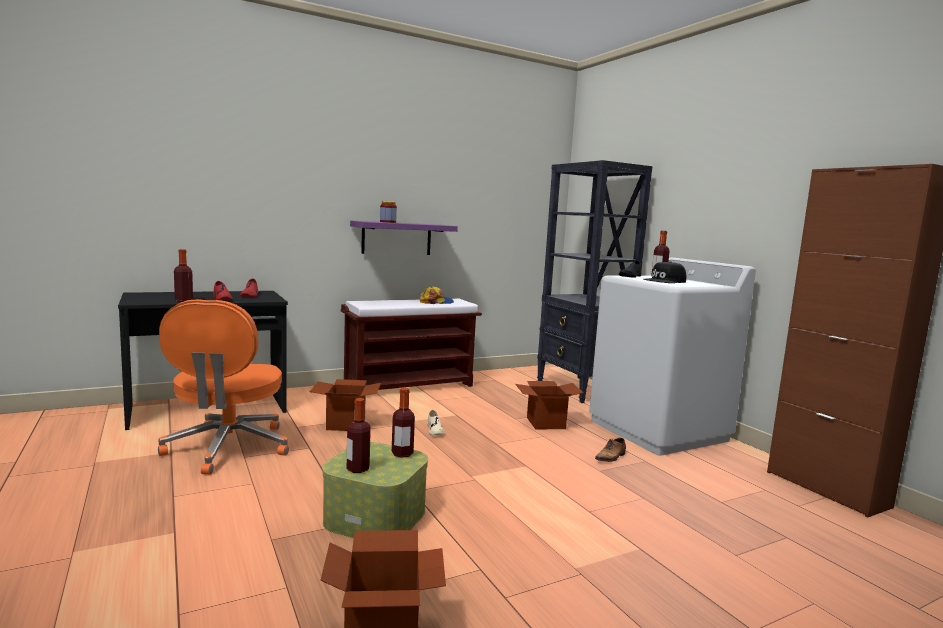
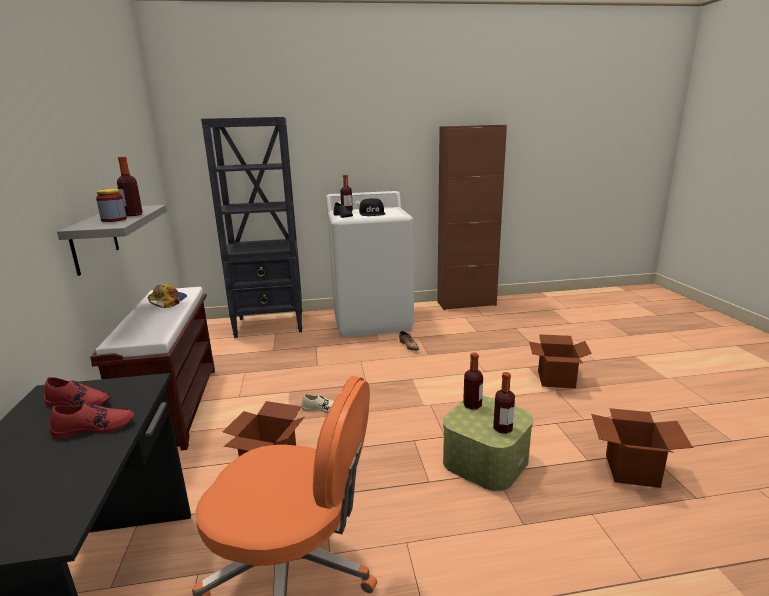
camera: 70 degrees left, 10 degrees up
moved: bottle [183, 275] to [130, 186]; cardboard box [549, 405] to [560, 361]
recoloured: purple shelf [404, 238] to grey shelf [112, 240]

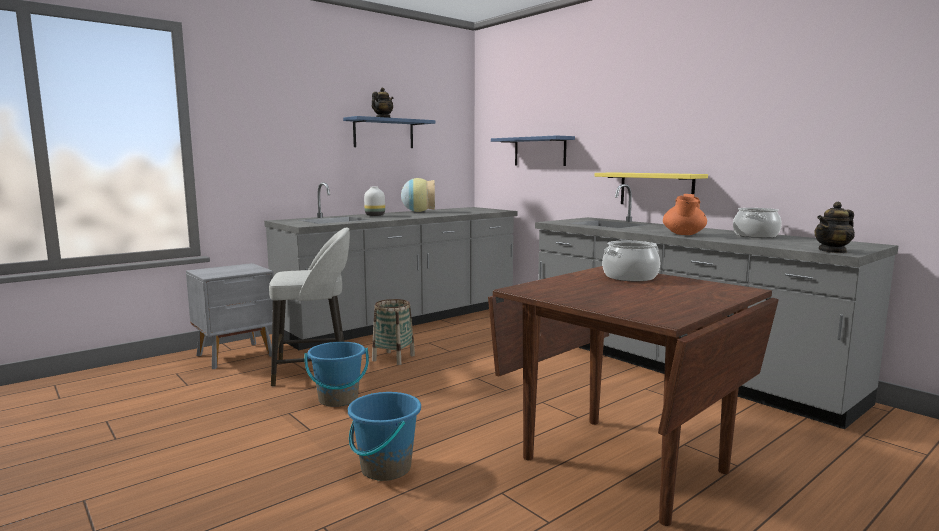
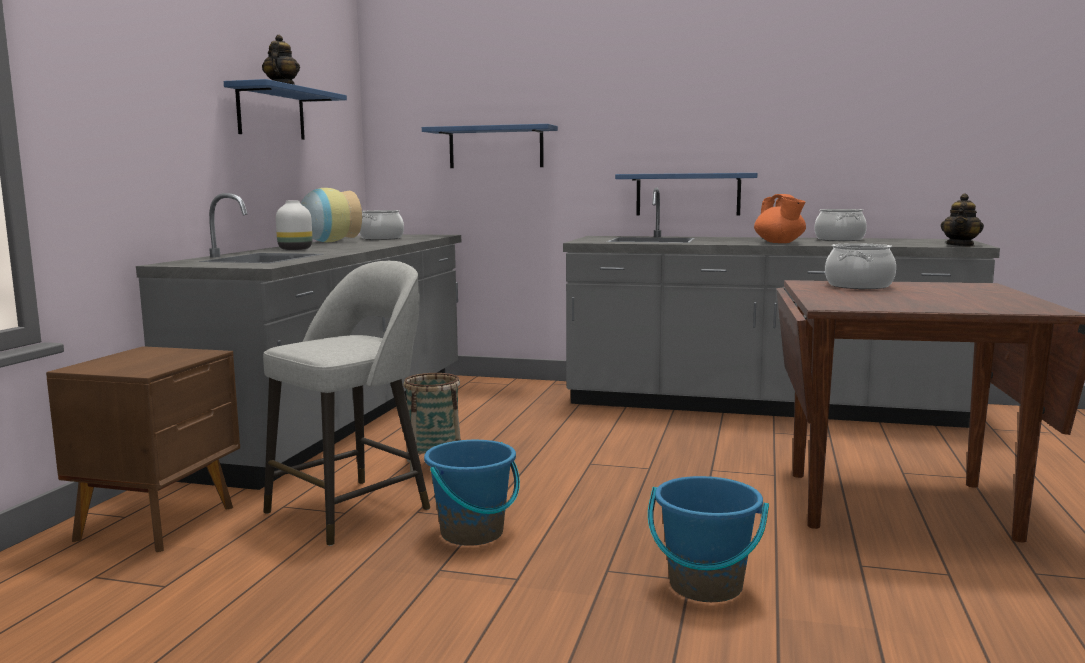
camera: 35 degrees left, 0 degrees up
added: cooking pot [381, 225]
recoloured: grey nightstand [230, 316] to brown nightstand [143, 449]; yellow shelf [651, 188] to blue shelf [686, 194]

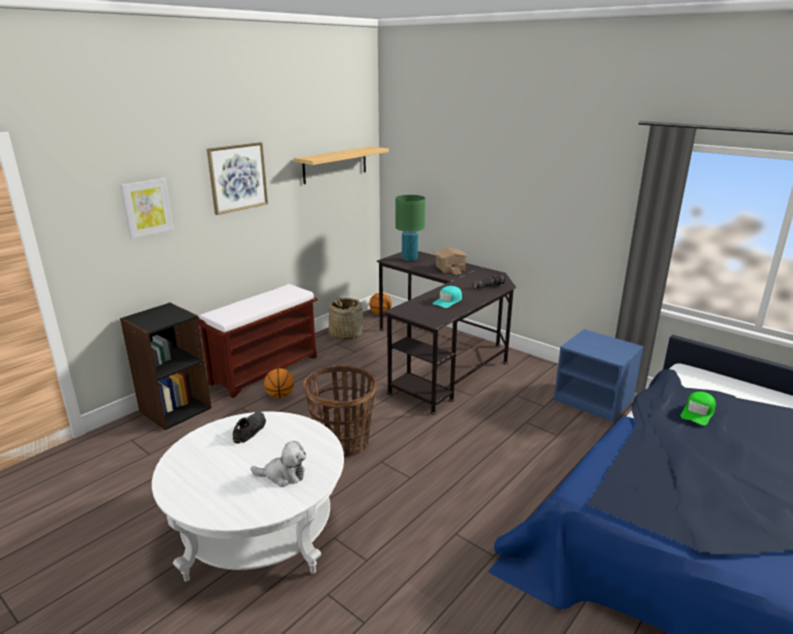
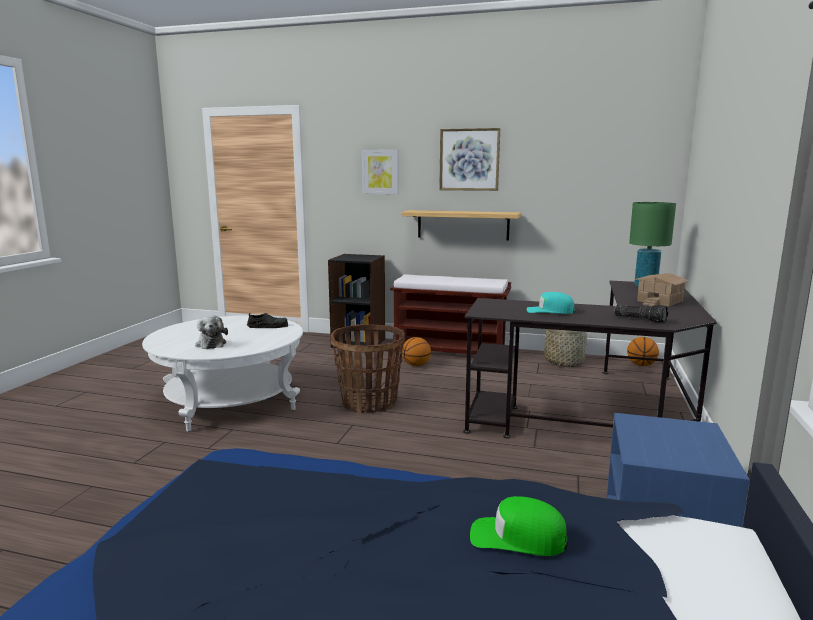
camera: 65 degrees right, 10 degrees down
moved: shelf [341, 165] to [461, 225]

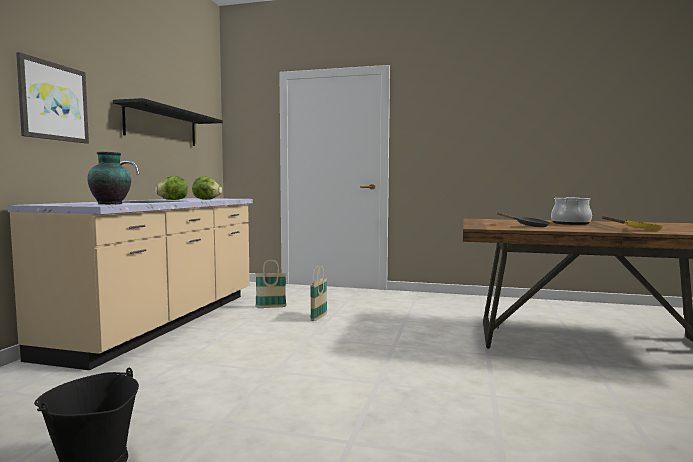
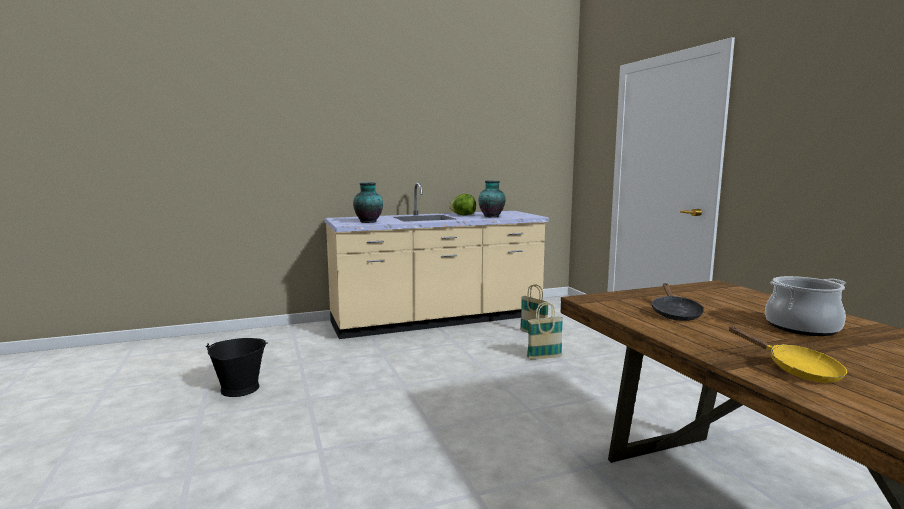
camera: 55 degrees right, 5 degrees up
removed: picture [52, 98]; black shelf [168, 122]
replaced: lettuce [207, 188] to vase [492, 199]

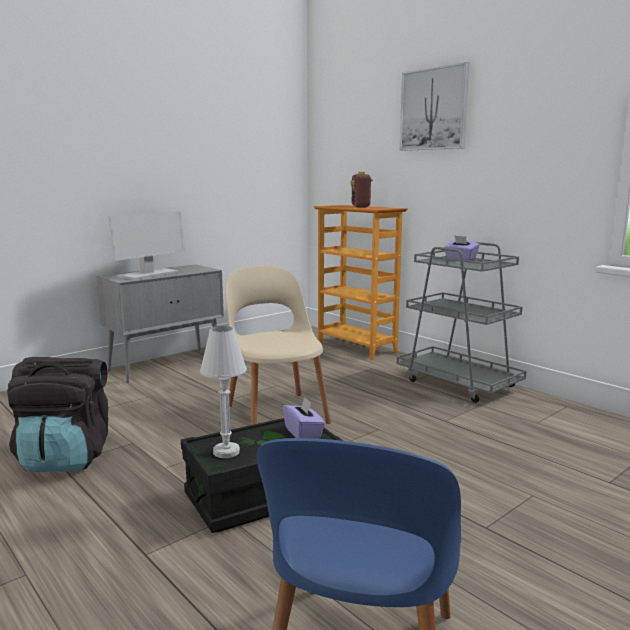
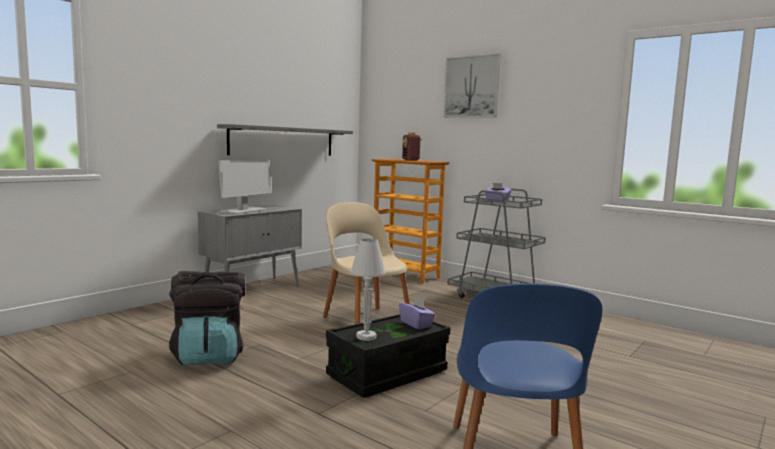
camera: 10 degrees left, 5 degrees down
added: grey shelf [285, 140]

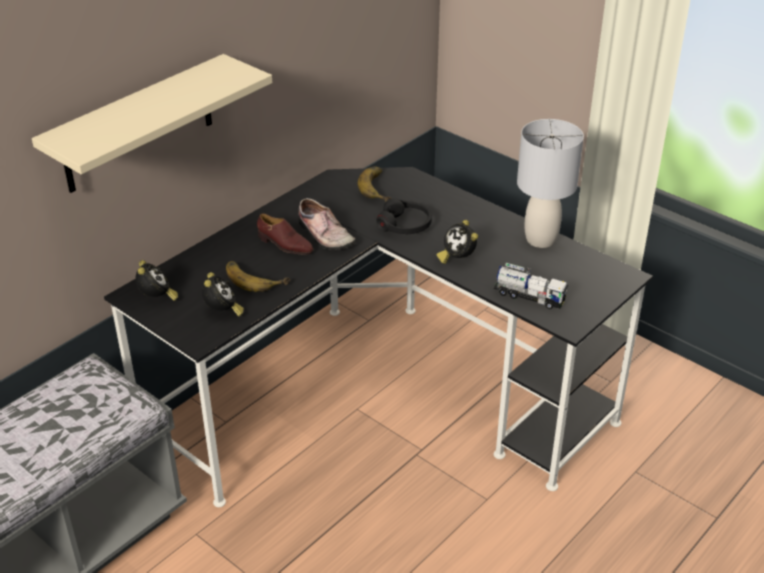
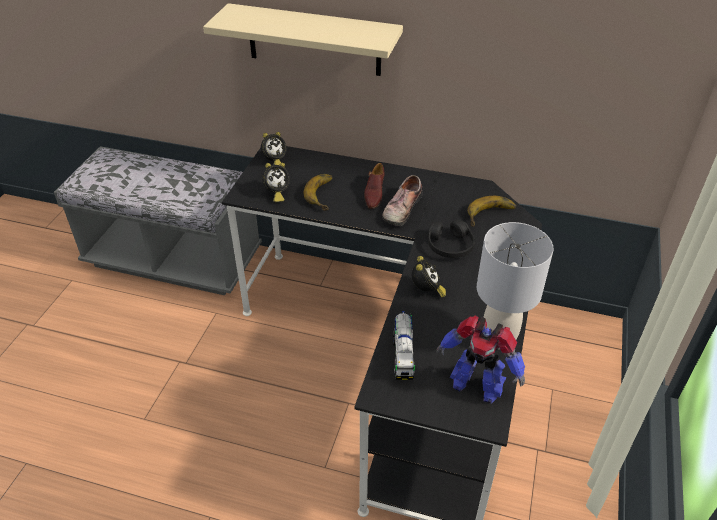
camera: 65 degrees right, 5 degrees up
added: toy robot [480, 359]
turned: alarm clock [457, 242] = [429, 277] 150 degrees clockwise

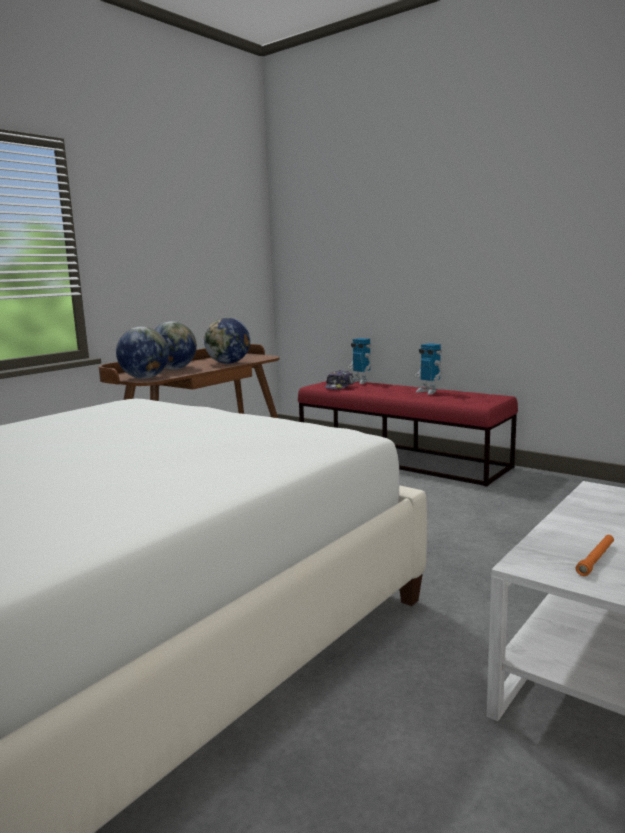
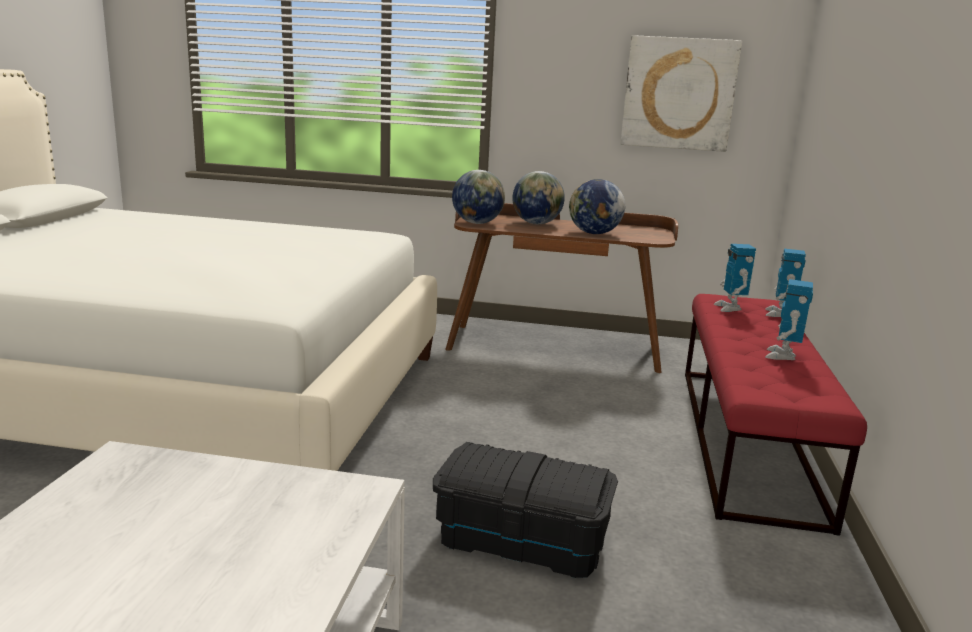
camera: 60 degrees right, 5 degrees up
removed: orange flashlight [595, 555]
added: black storage box [525, 510]; picture [681, 93]
replaced: cap [339, 379] to toy robot [734, 278]

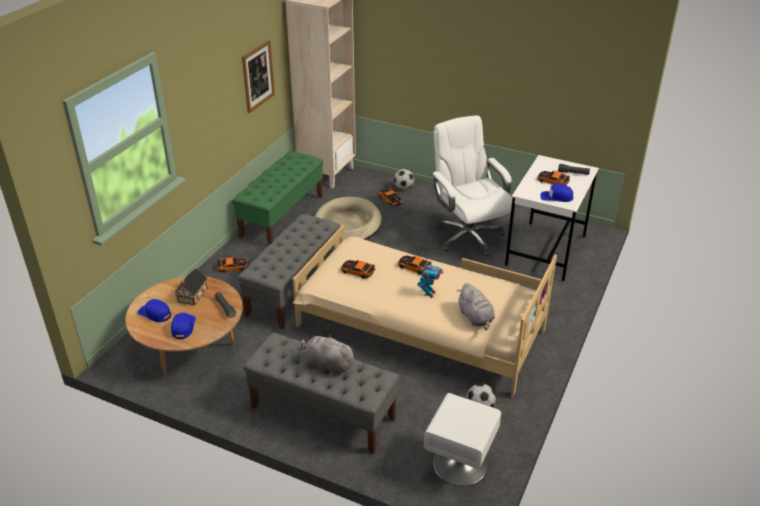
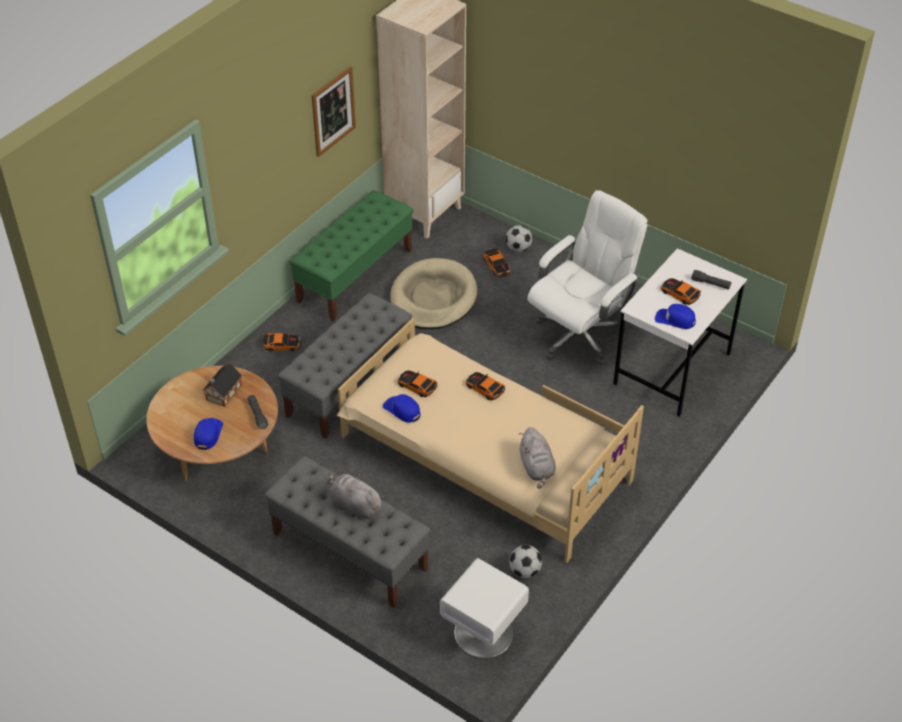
camera: 10 degrees right, 10 degrees up
removed: toy robot [430, 278]
moved: blue cap [154, 310] to [401, 408]
turned: white office chair [472, 185] = [587, 277] 60 degrees clockwise

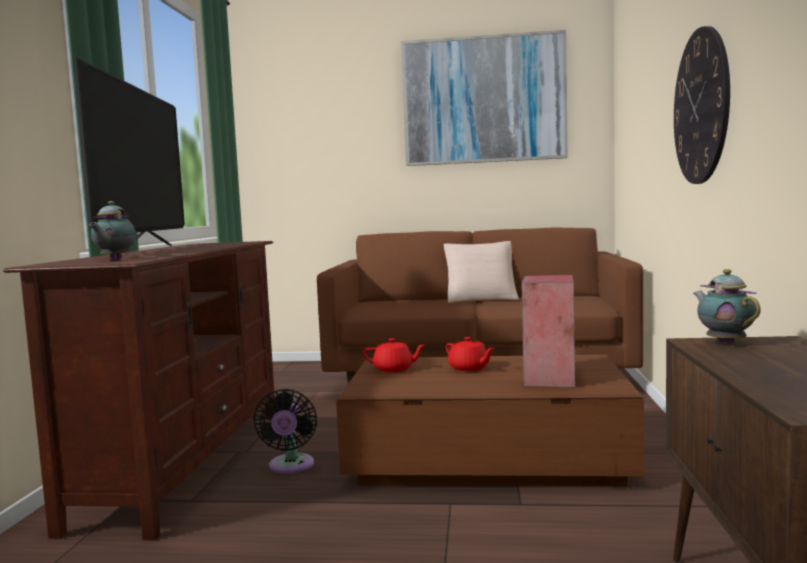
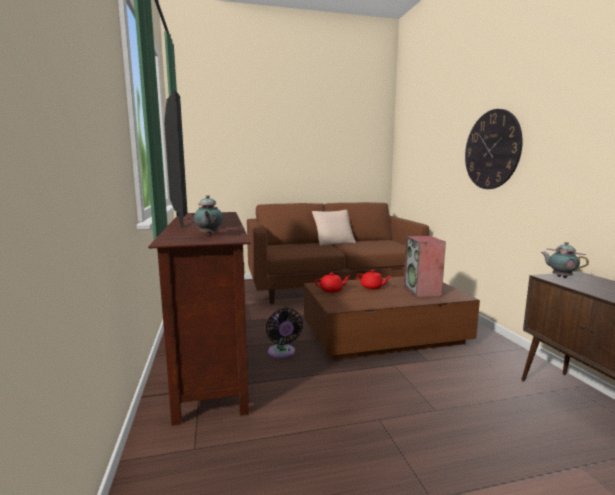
camera: 20 degrees left, 5 degrees up
removed: picture [484, 98]

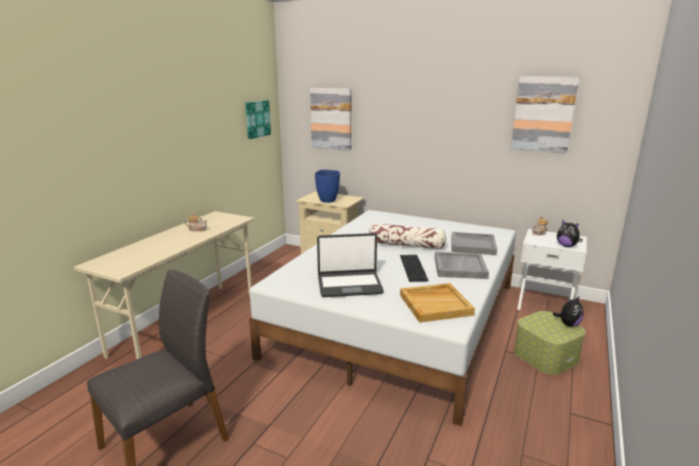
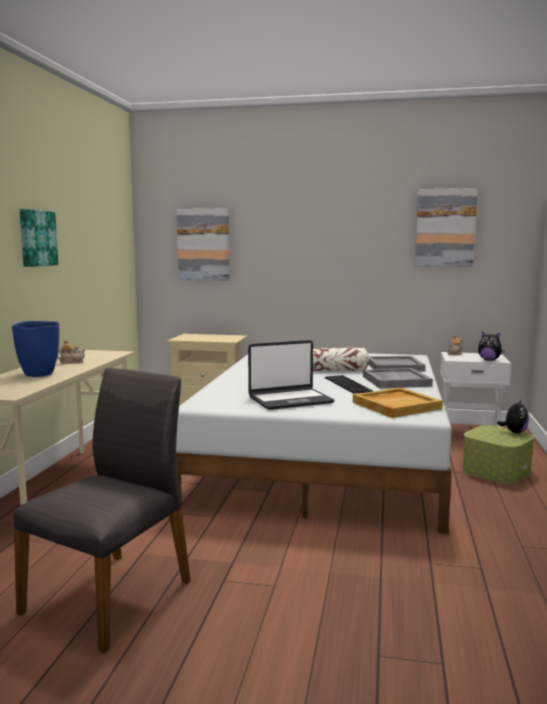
camera: 15 degrees left, 10 degrees down
moved: picture [258, 119] to [39, 238]; blue vase [327, 186] to [35, 349]

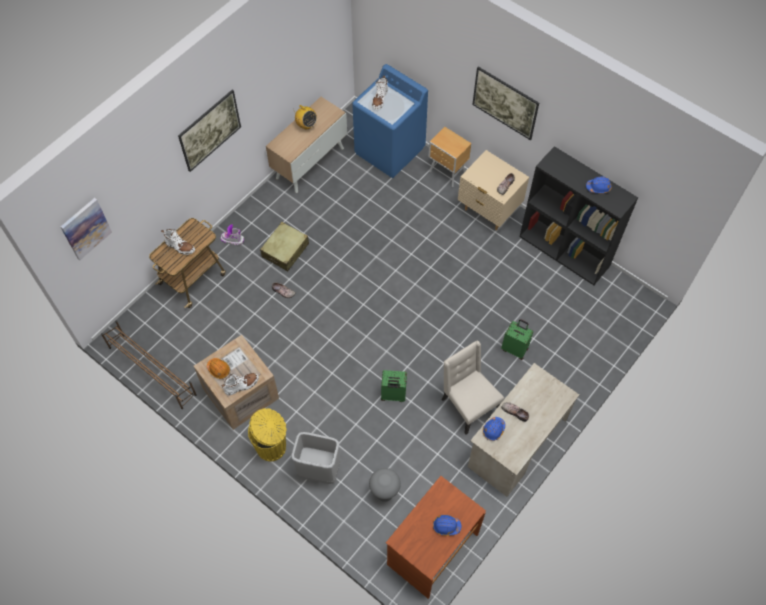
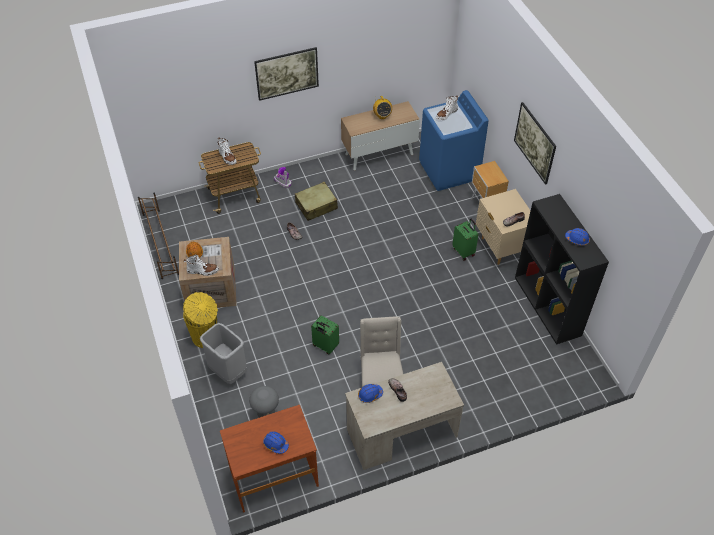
camera: 30 degrees right, 10 degrees down
removed: picture [86, 229]
moved: green suitcase [517, 339] to [465, 240]

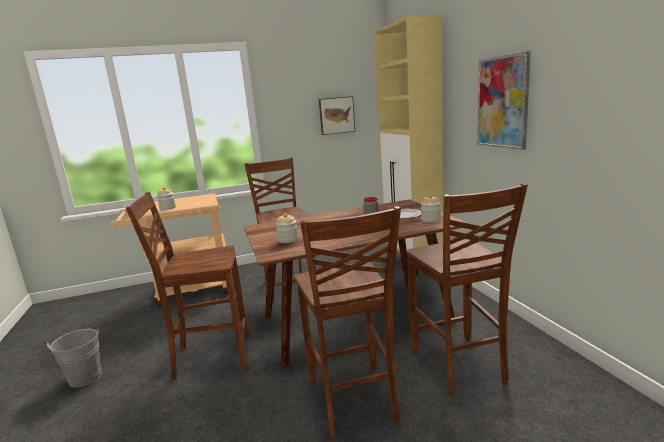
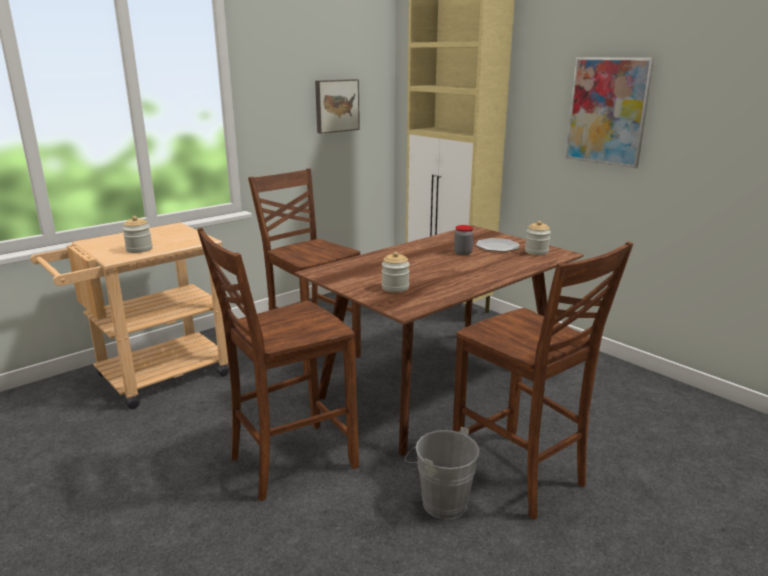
camera: 25 degrees left, 5 degrees up
removed: brown chair [467, 289]
moved: grey bucket [74, 358] to [442, 473]

